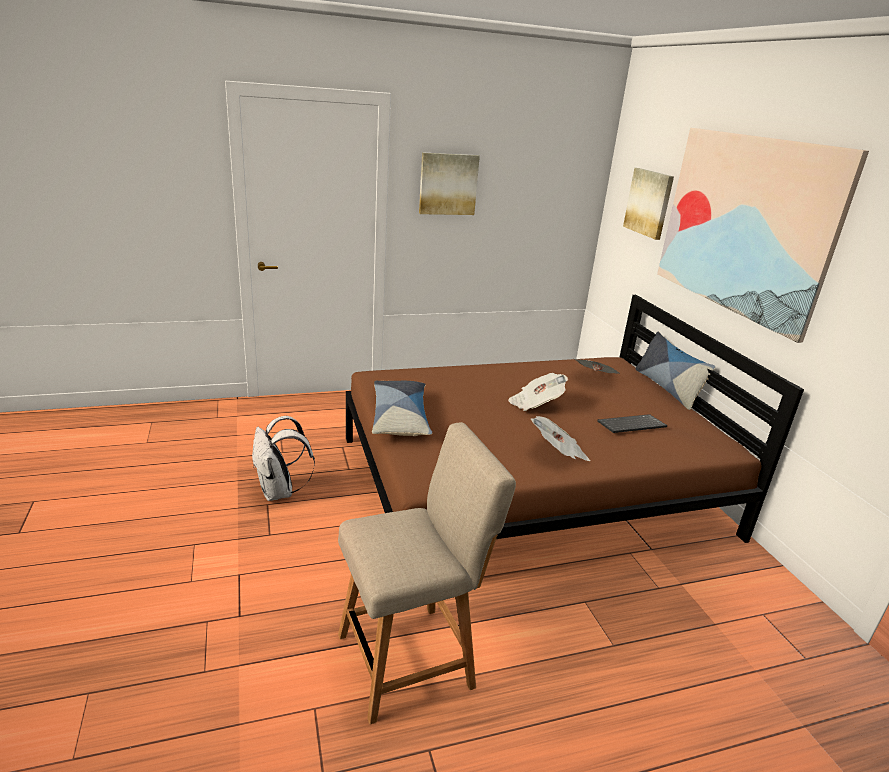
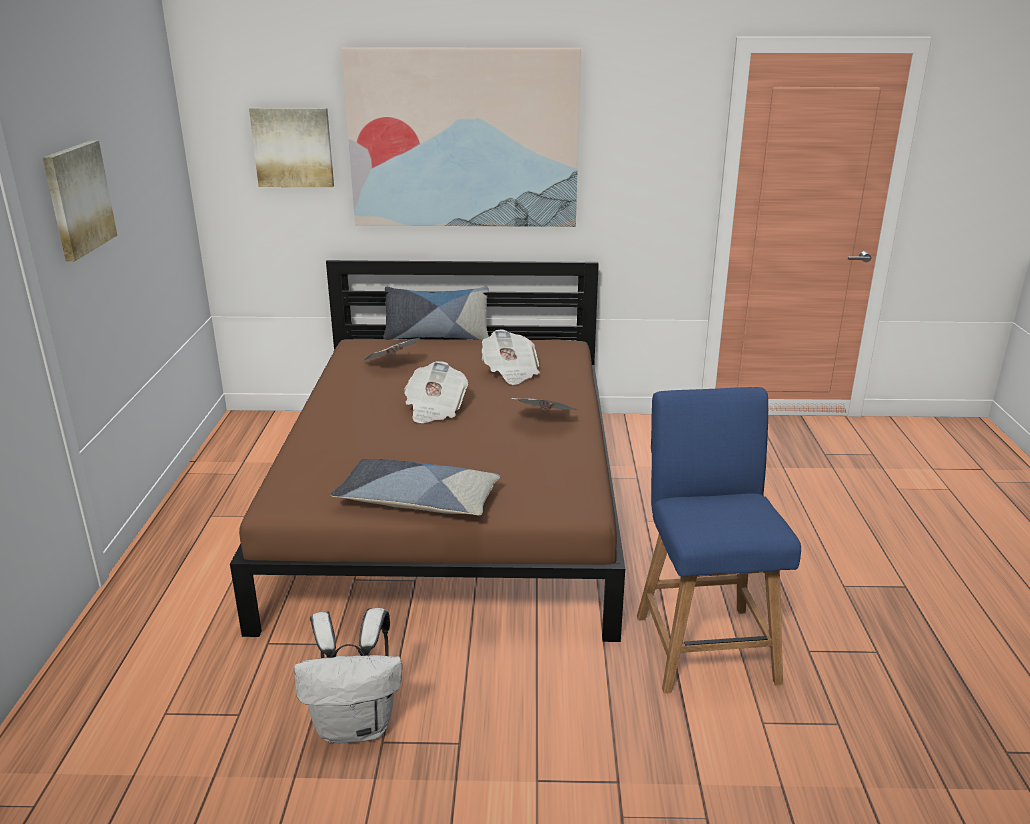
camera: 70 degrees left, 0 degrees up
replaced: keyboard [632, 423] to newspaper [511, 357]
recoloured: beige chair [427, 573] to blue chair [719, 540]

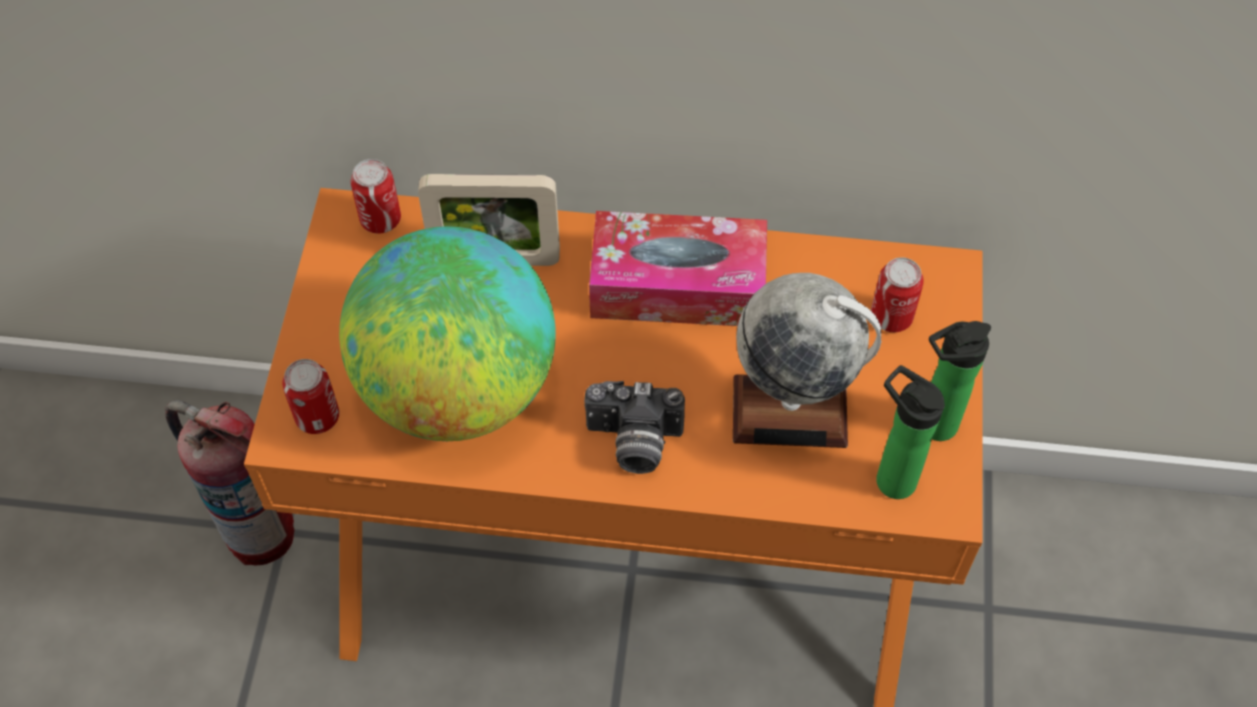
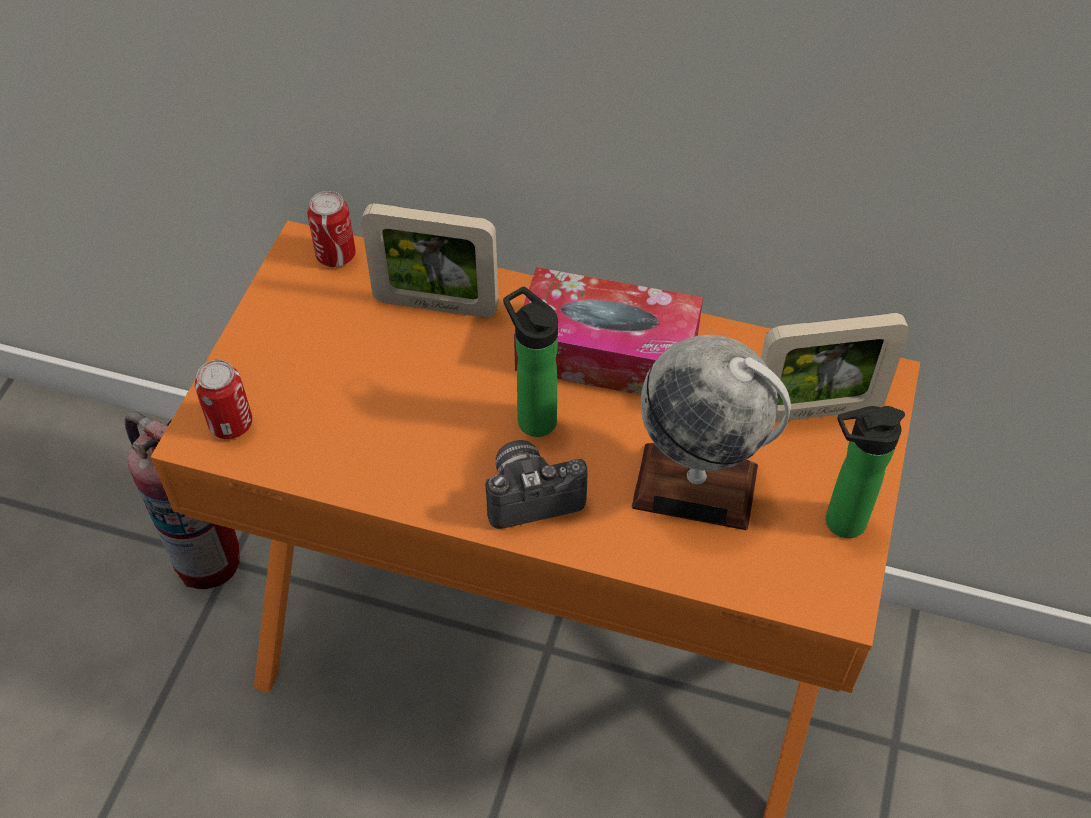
camera: 10 degrees right, 5 degrees down
removed: globe [447, 333]
moved: bottle [910, 432] to [530, 362]
replaced: can [897, 294] to picture frame [835, 367]
turned: photo camera [634, 427] = [536, 484] 150 degrees clockwise

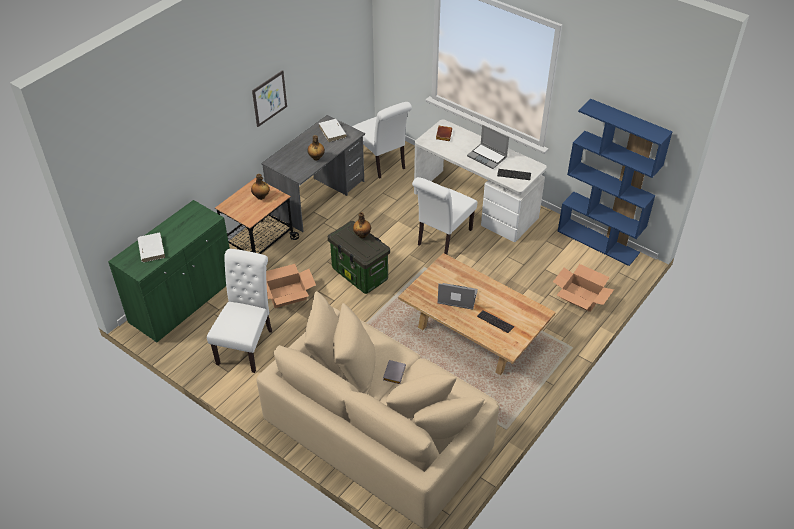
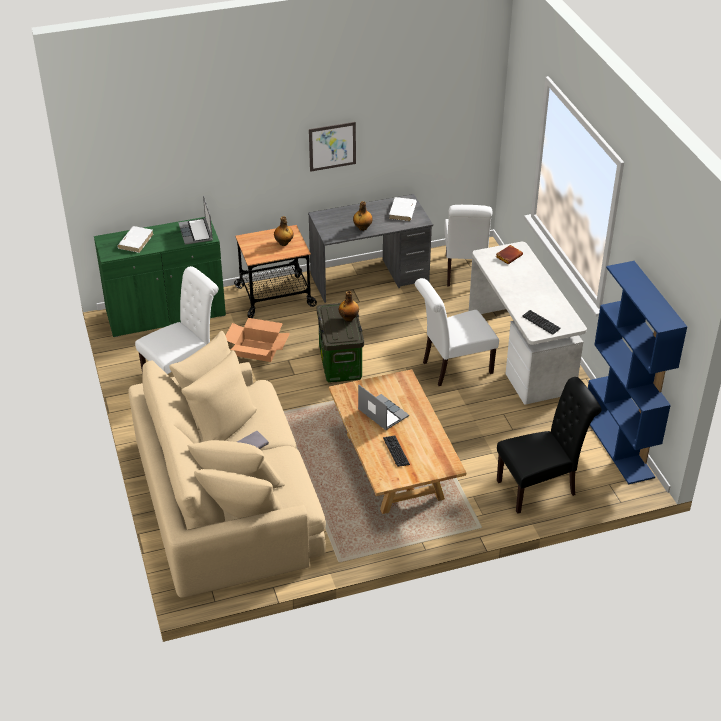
camera: 35 degrees right, 5 degrees down
moved: laptop [488, 147] to [195, 220]
replaced: cardboard box [583, 288] to black chair [549, 445]

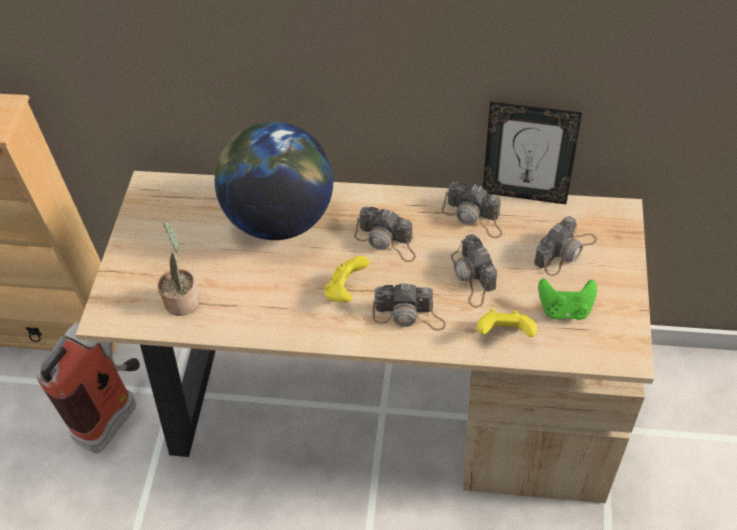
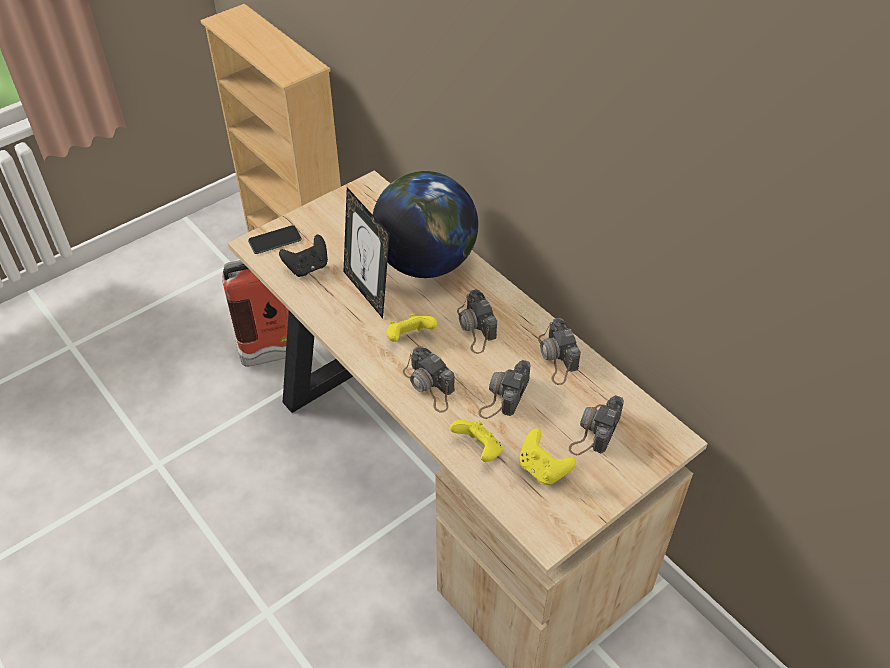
camera: 40 degrees right, 5 degrees down
added: phone [275, 239]
moved: picture frame [532, 153] to [367, 252]
replaced: potted plant [179, 269] to black game controller [303, 256]
recoloured: green game controller [567, 299] to yellow game controller [547, 456]
turned: photo camera [566, 246] = [596, 425] 120 degrees clockwise

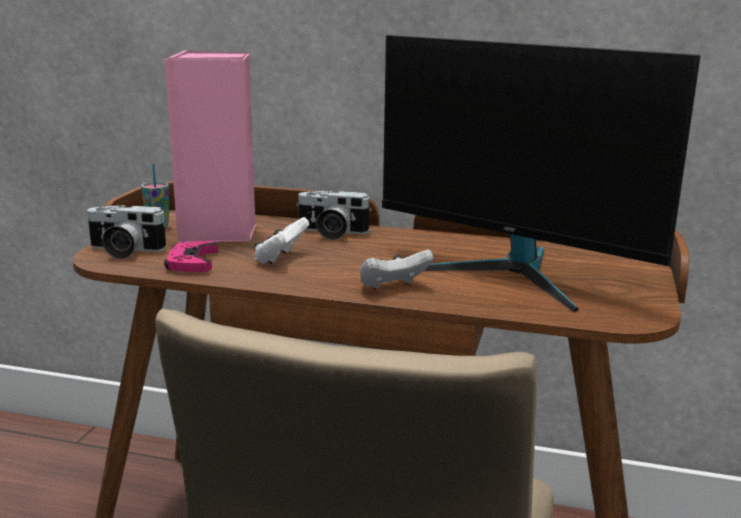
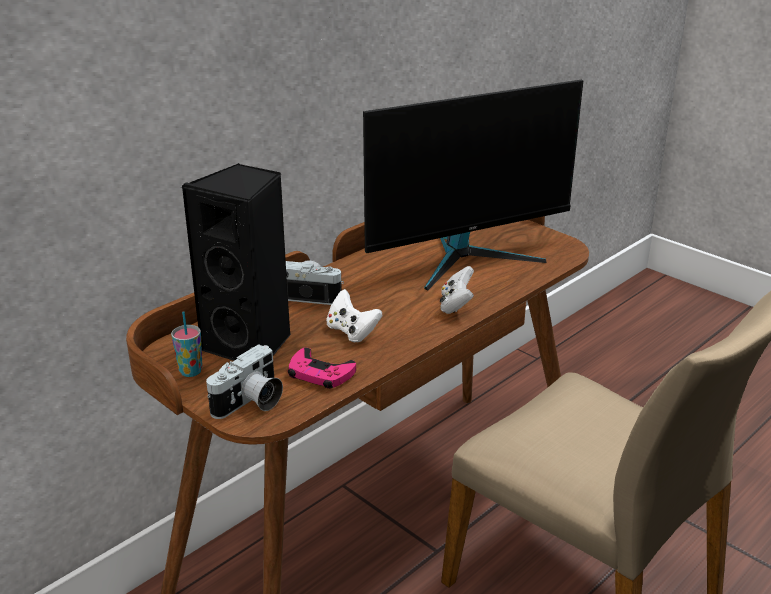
camera: 60 degrees left, 10 degrees up
recoloured: pink speaker [210, 146] to black speaker [236, 262]
turned: photo camera [334, 215] = [315, 282] 120 degrees counterclockwise

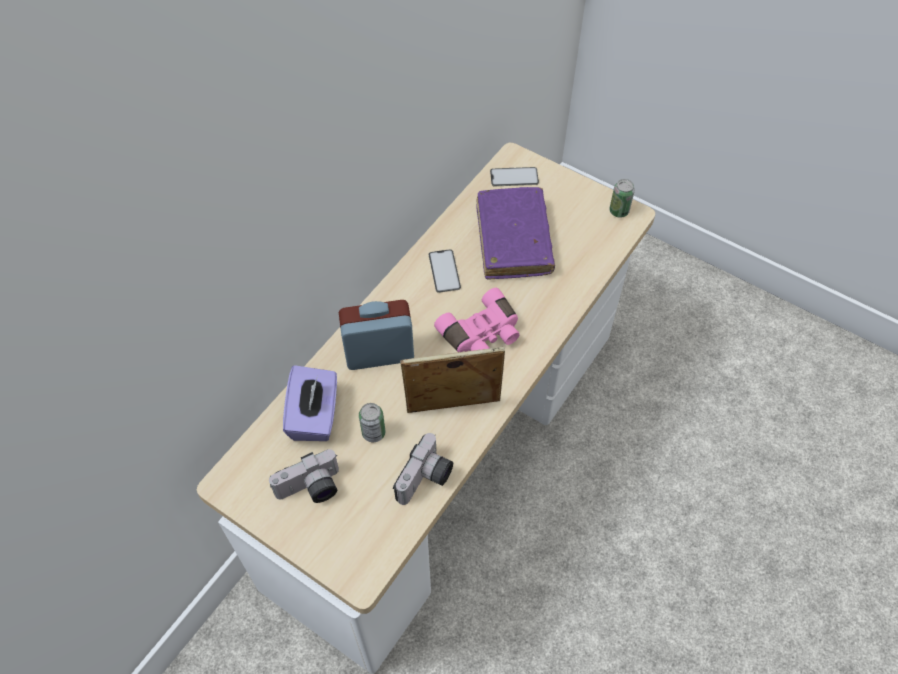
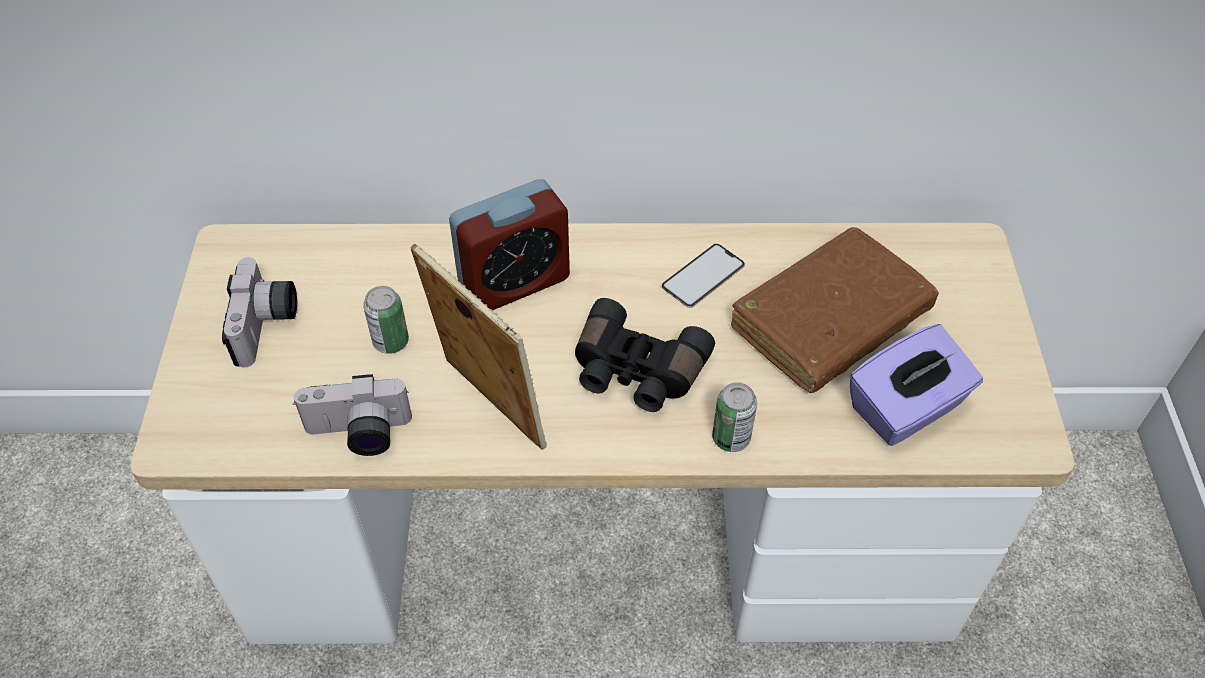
camera: 55 degrees right, 5 degrees down
removed: phone [514, 176]
moved: purple tissue box [310, 403] to [916, 385]; can [622, 198] to [734, 417]
recoloured: pink binoculars [477, 320] to black binoculars [645, 355]; purple book [515, 233] to brown book [835, 310]
turned: photo camera [304, 476] = [259, 312] 120 degrees counterclockwise; alarm clock [376, 335] = [509, 244] 105 degrees clockwise

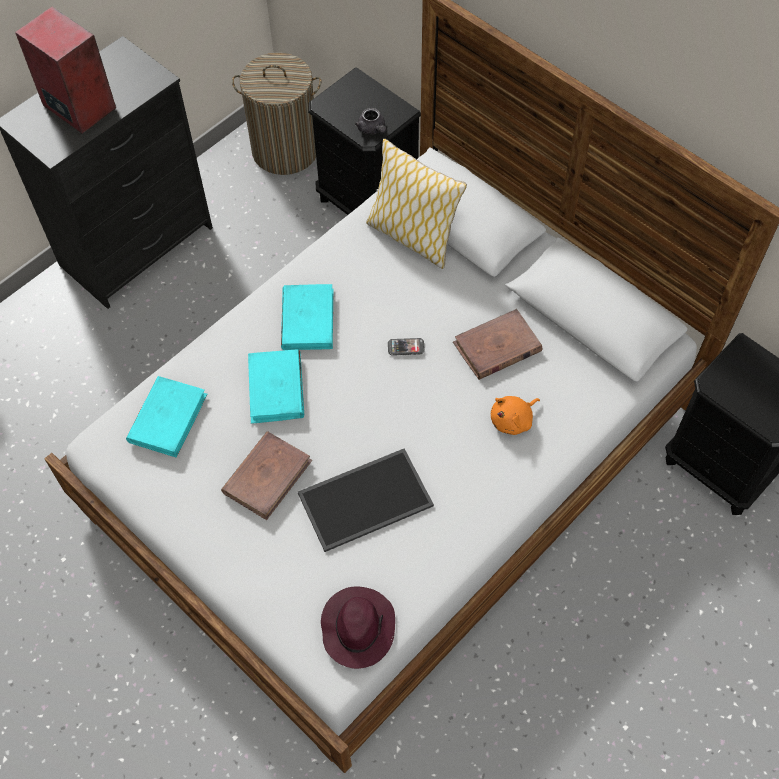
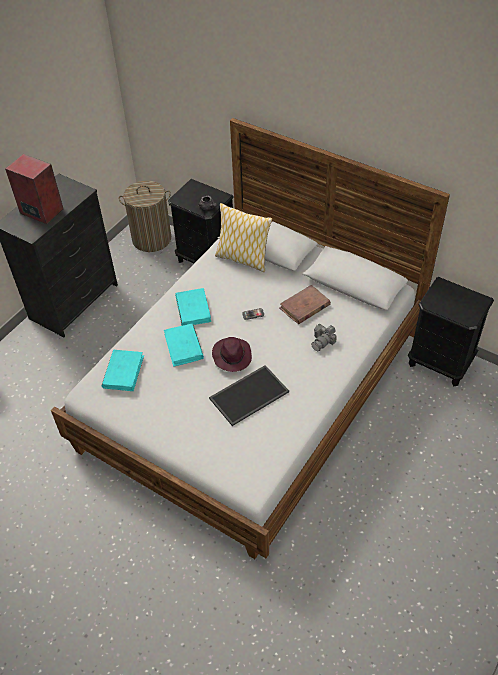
camera: 10 degrees left, 10 degrees down
removed: brown book [266, 475]
moved: purple hat [358, 627] to [232, 354]
replaced: orange plush toy [515, 415] to photo camera [324, 337]

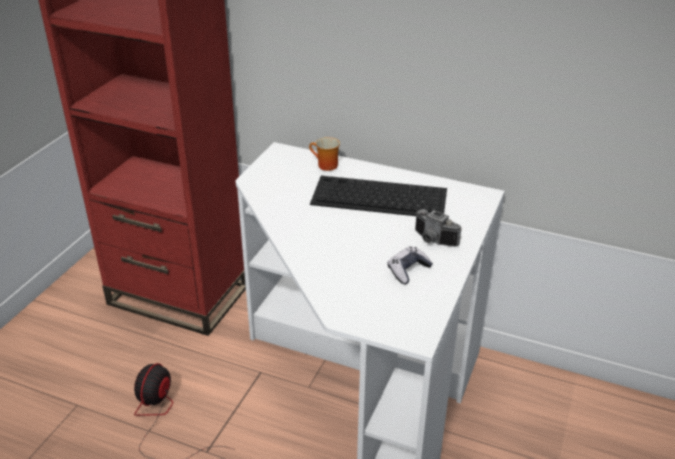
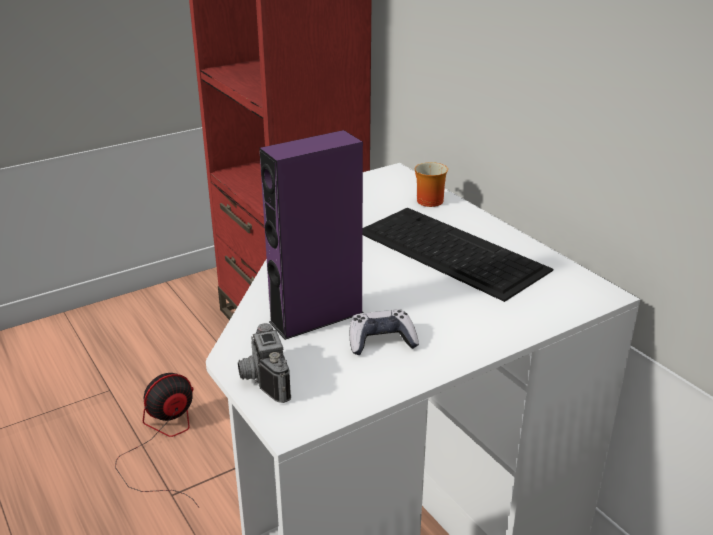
camera: 35 degrees right, 5 degrees down
added: purple speaker [311, 235]
moved: photo camera [438, 228] to [264, 363]

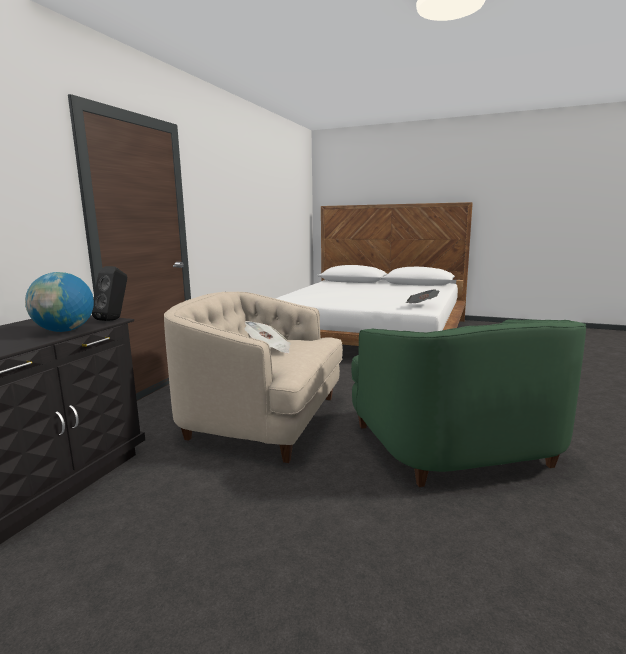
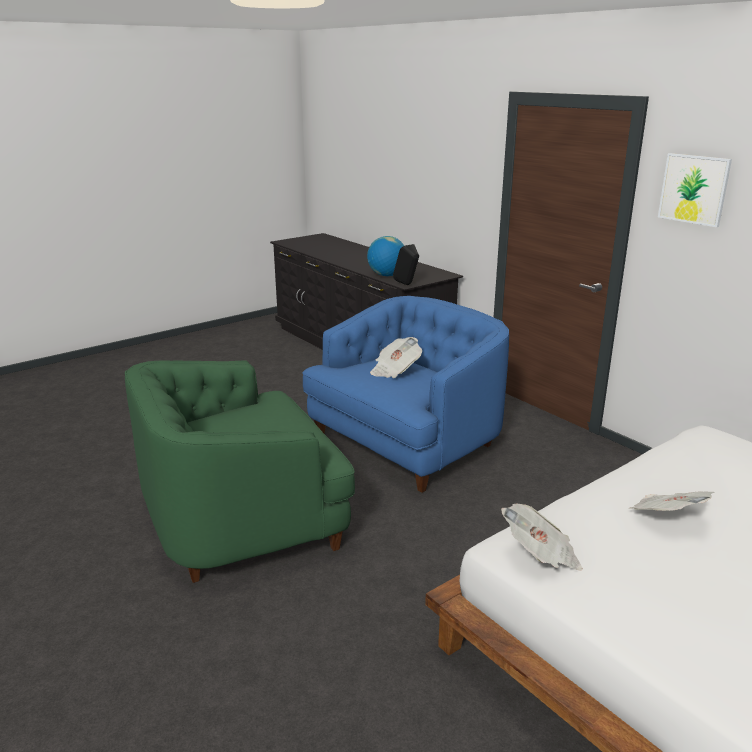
camera: 120 degrees right, 10 degrees up
added: newspaper [671, 501]; picture [695, 190]
recoloured: beige armchair [253, 377] to blue armchair [405, 394]
turned: green armchair [468, 403] = [240, 471] 45 degrees counterclockwise

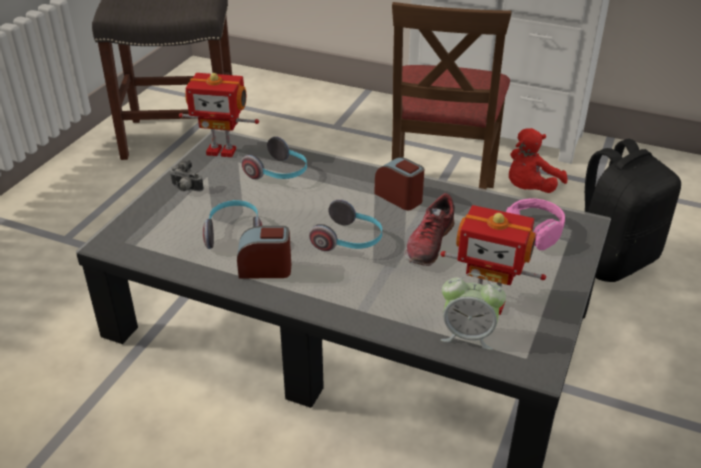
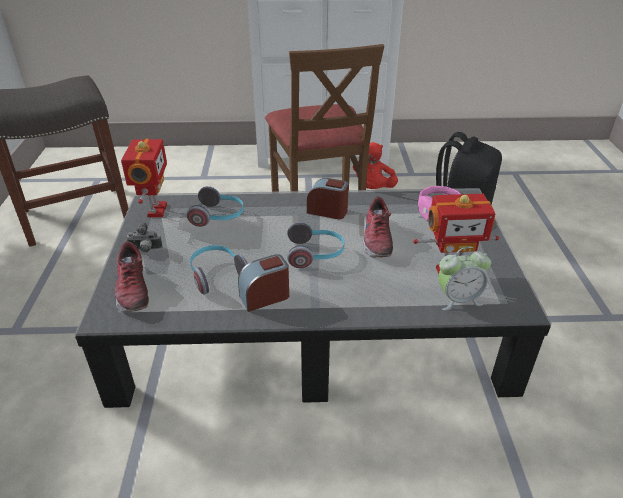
camera: 25 degrees left, 0 degrees up
added: shoe [132, 277]
turned: toy robot [219, 115] = [144, 177] 75 degrees counterclockwise

